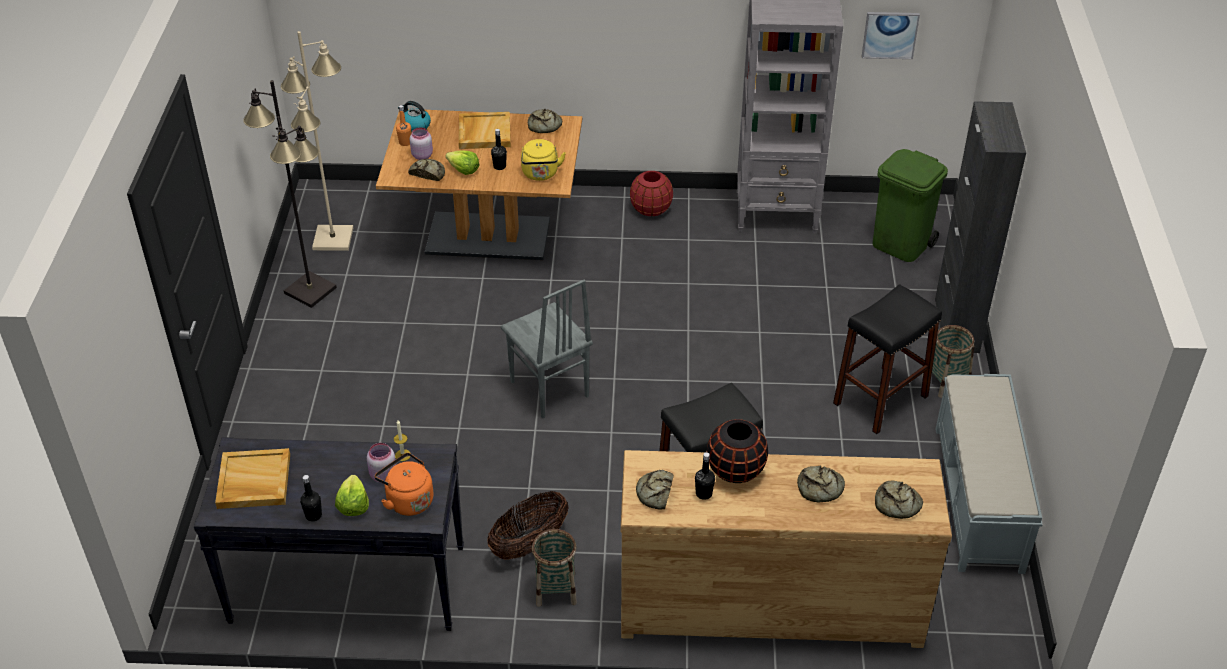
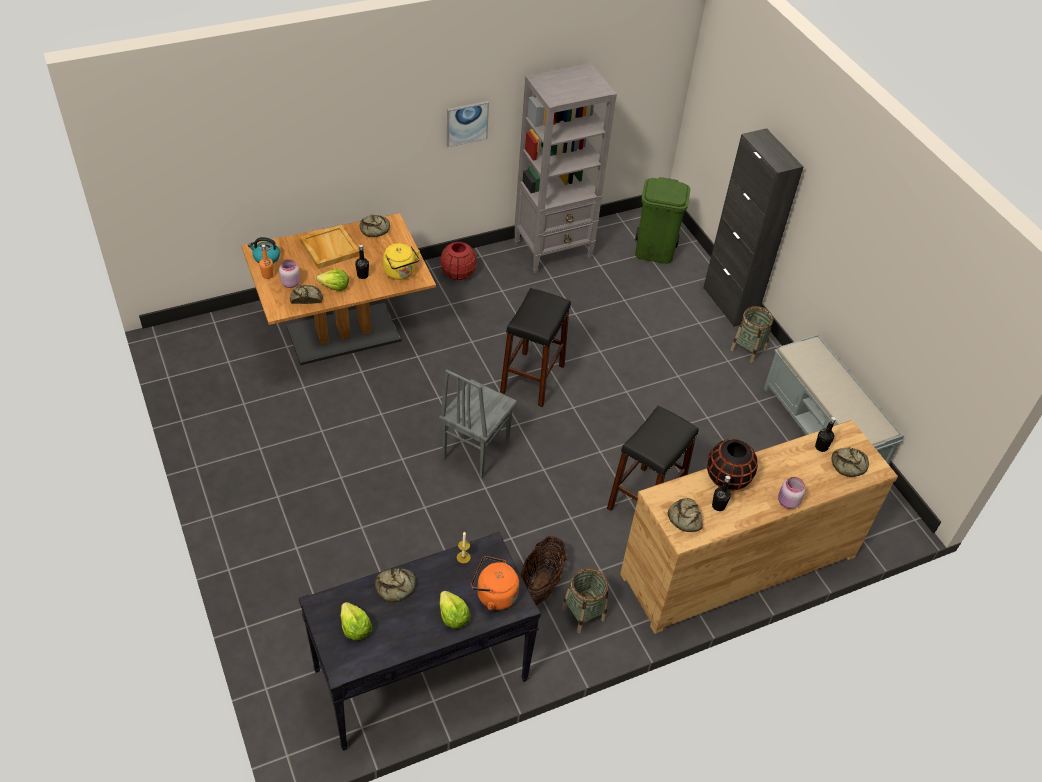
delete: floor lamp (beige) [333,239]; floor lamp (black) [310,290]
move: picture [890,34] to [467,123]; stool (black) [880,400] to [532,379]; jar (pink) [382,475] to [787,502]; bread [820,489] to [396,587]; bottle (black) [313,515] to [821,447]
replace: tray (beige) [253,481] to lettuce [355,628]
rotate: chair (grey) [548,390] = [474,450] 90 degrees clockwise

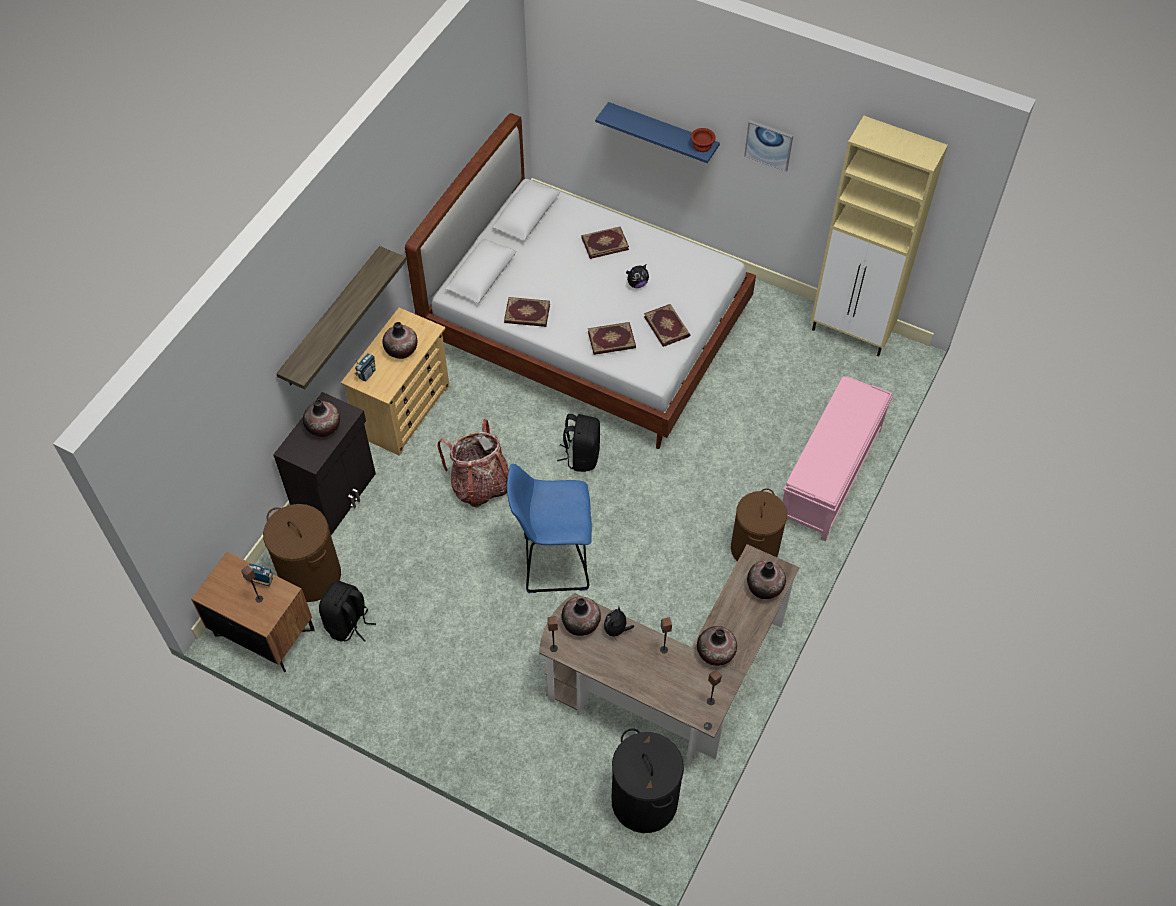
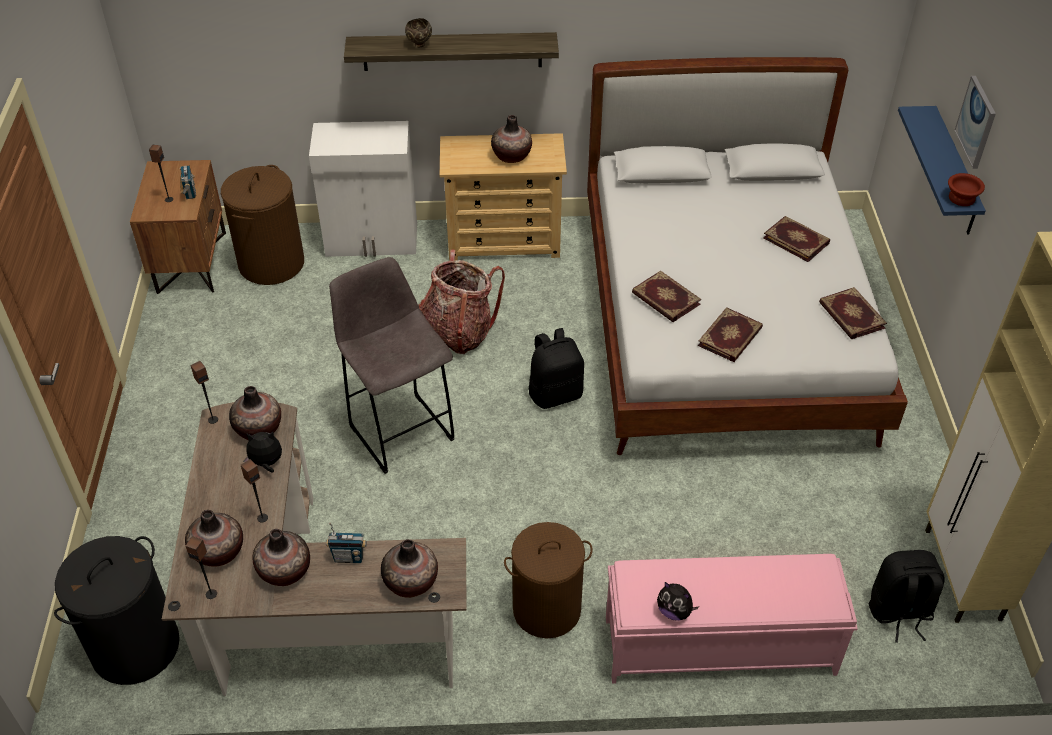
insert: bowl (brown) [419,45]
move: picture [769,145] to [976,122]; plush toy [637,284] to [674,611]; book [527,314] to [850,316]; radio [367,374] to [349,557]; vase [324,427] to [218,552]; backpack (black) [348,624] to [899,612]
recolor: cabinet (black) [337,495] to cabinet (white) [372,240]; stool (blue) [553,563] to stool (grey) [400,430]

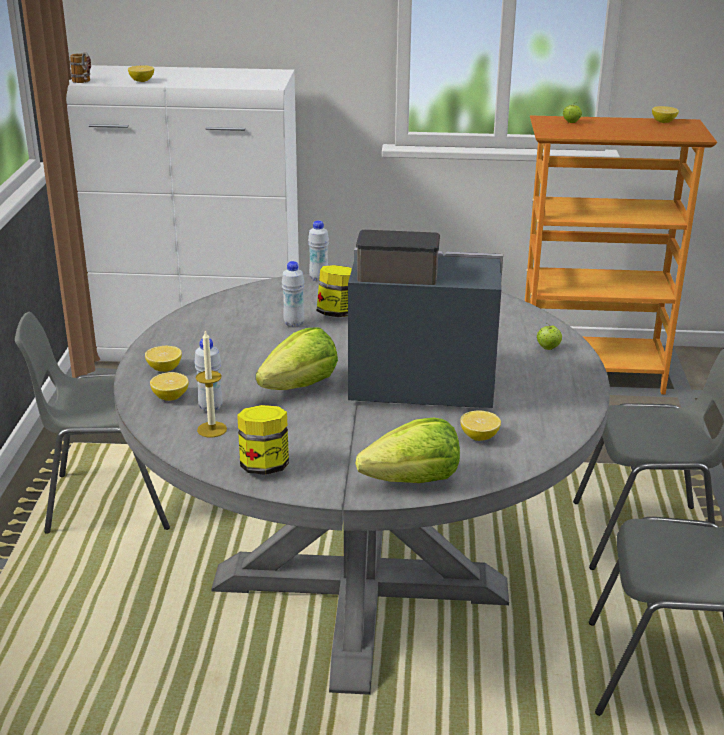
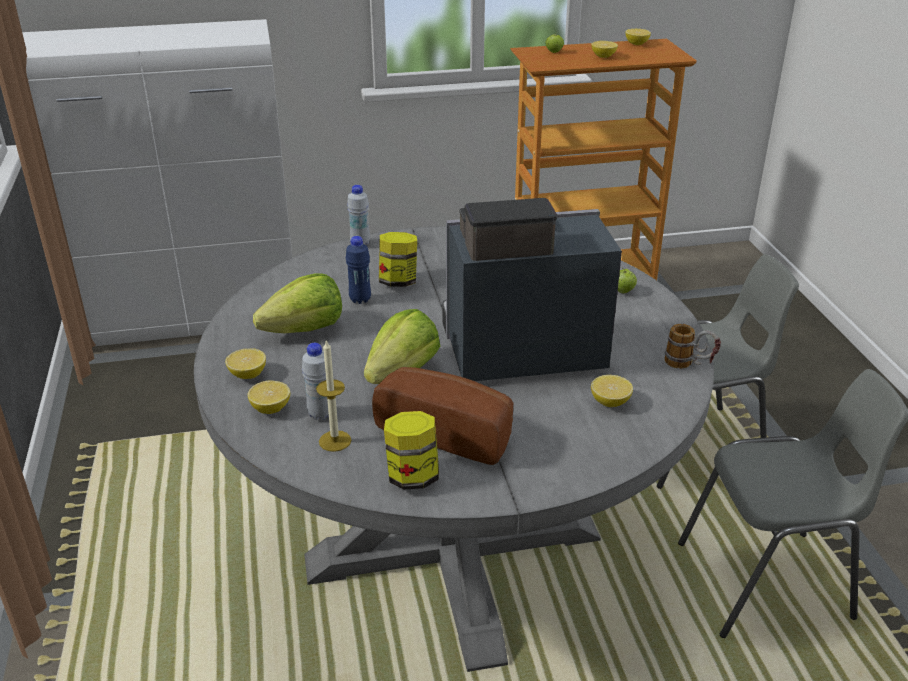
delete: chair (grey) [108,500]
insert: bread [448,431]
move: mug [84,82] to [689,366]; lemon [142,81] to [603,56]; lettuce [413,480] to [305,330]
recolor: bottle (white) [294,323] to bottle (blue) [360,299]

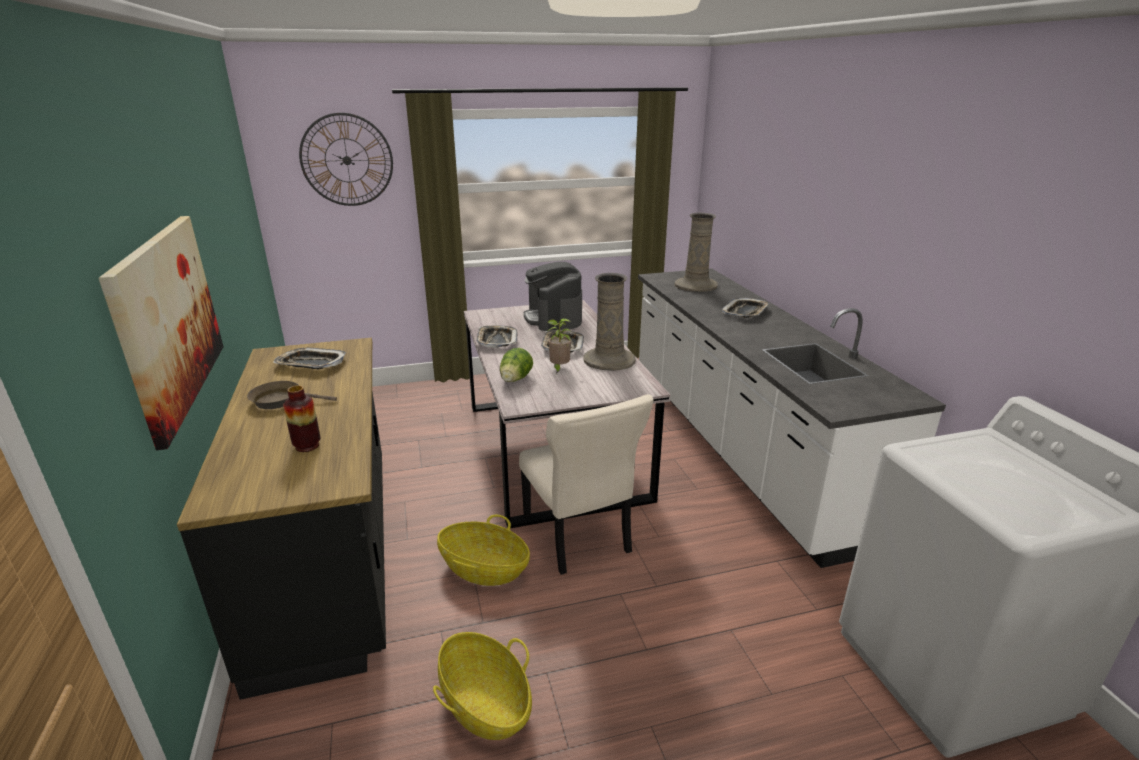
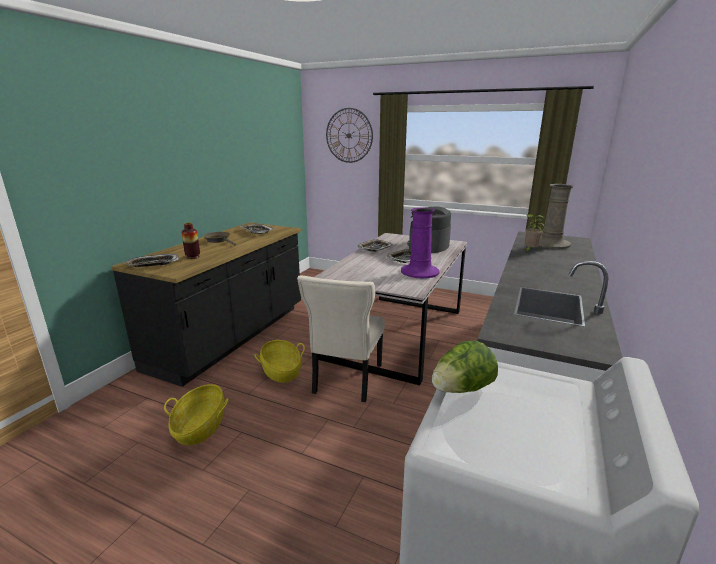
delete: picture [169,320]
move: tray [745,312] to [153,264]; potted plant [559,368] to [530,251]; lettuce [515,380] to [461,389]
recolor: vase (beige) [609,360] to vase (purple) [420,272]

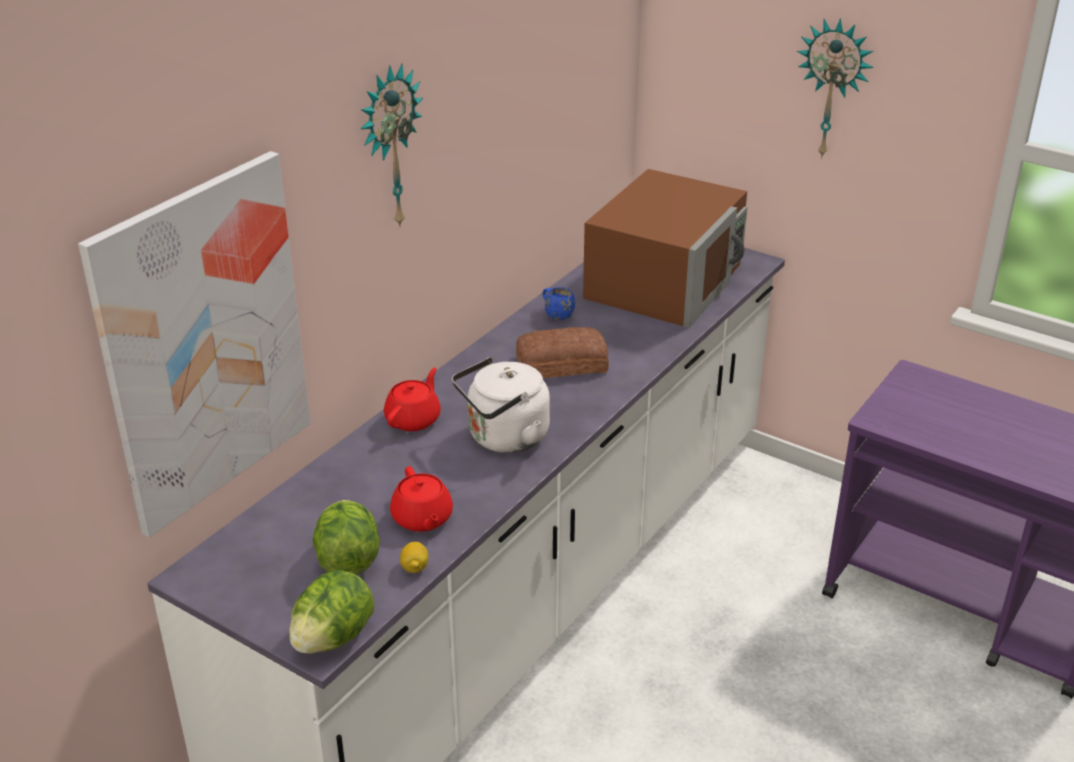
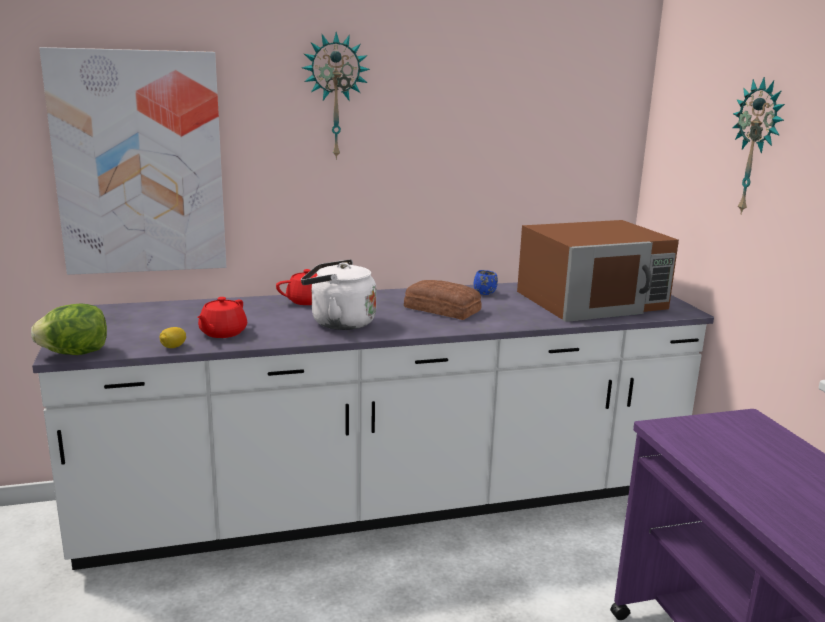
delete: lettuce [348,560]

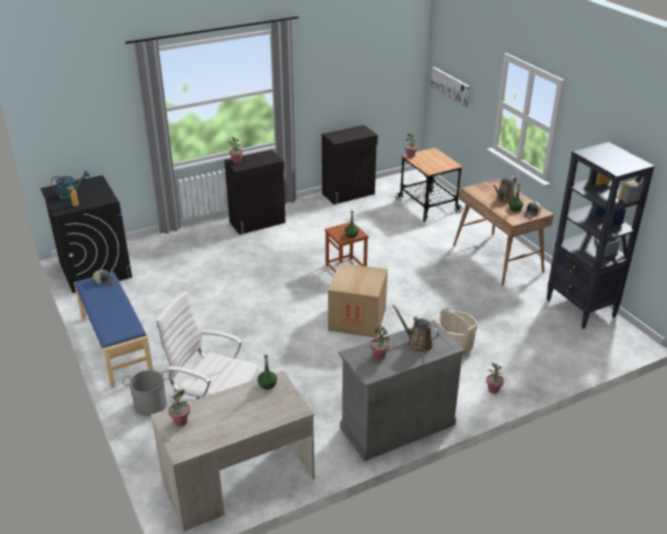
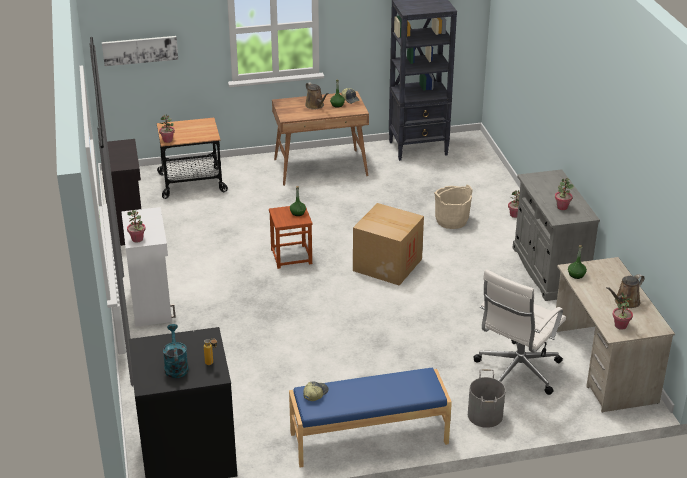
move: watering can (brown) [417,343] to [625,302]
recolor: cabinet (black) [258,223] to cabinet (white) [152,304]

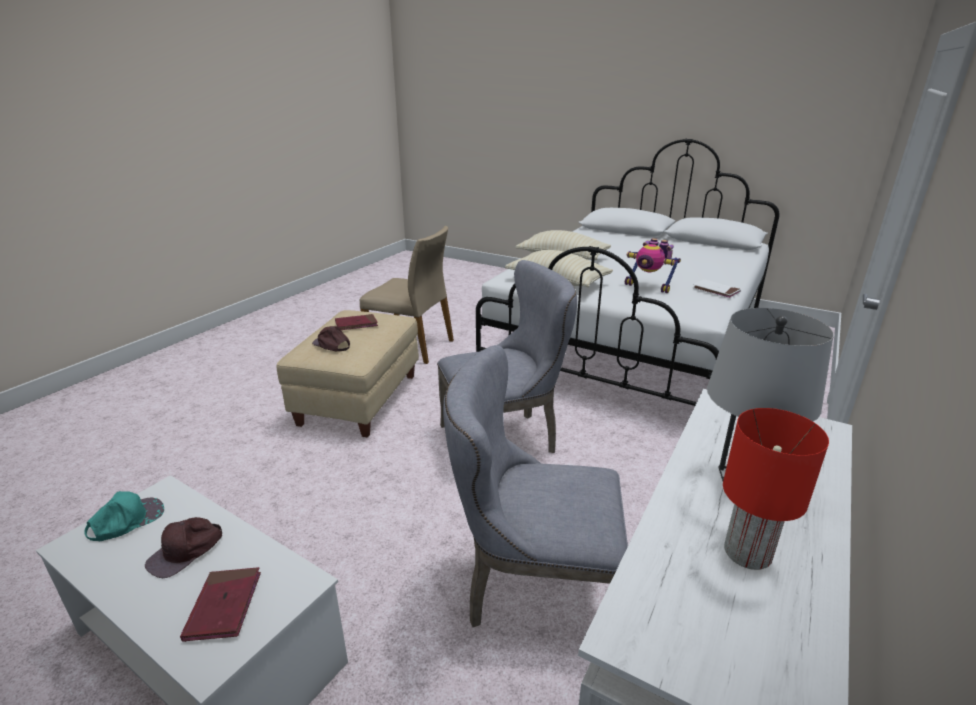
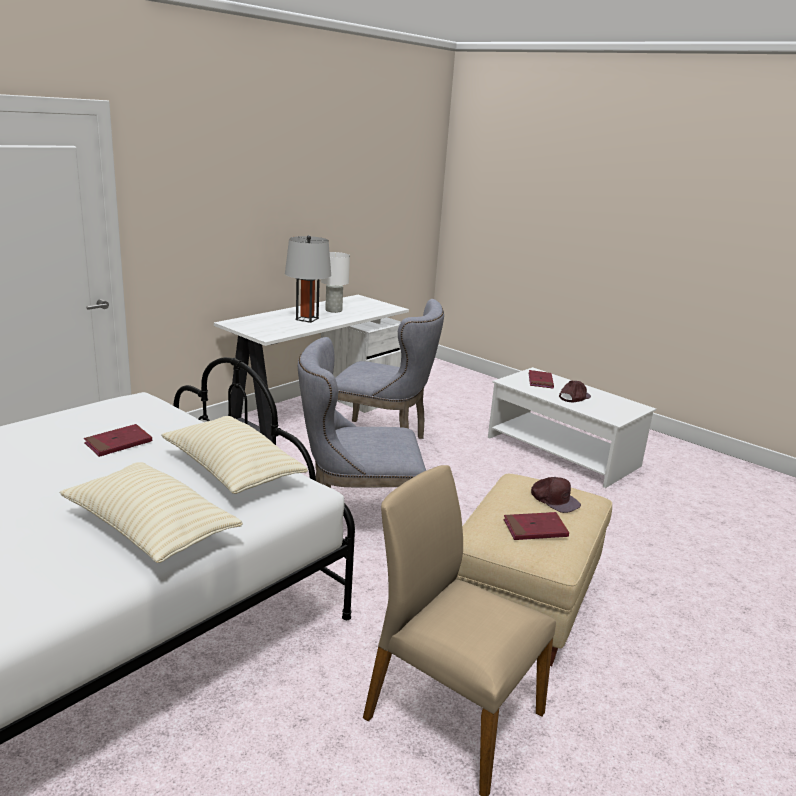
delete: book (white) [715,291]; cap (turquoise) [126,520]
replace: toy robot [649,287] to book (red) [118,443]
recolor: table lamp (red) [749,553] to table lamp (white) [333,310]

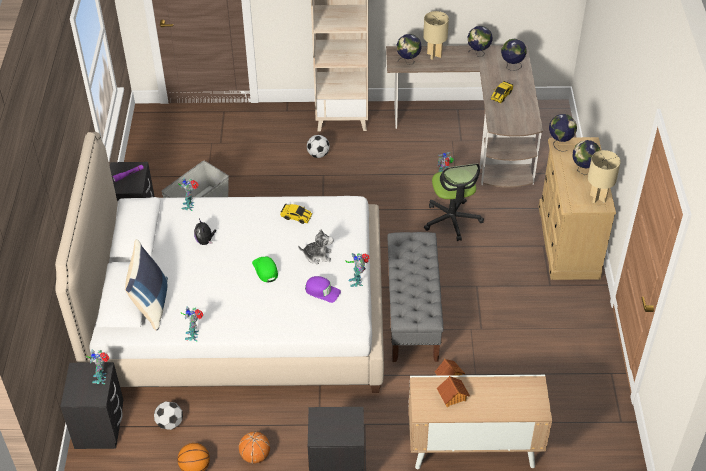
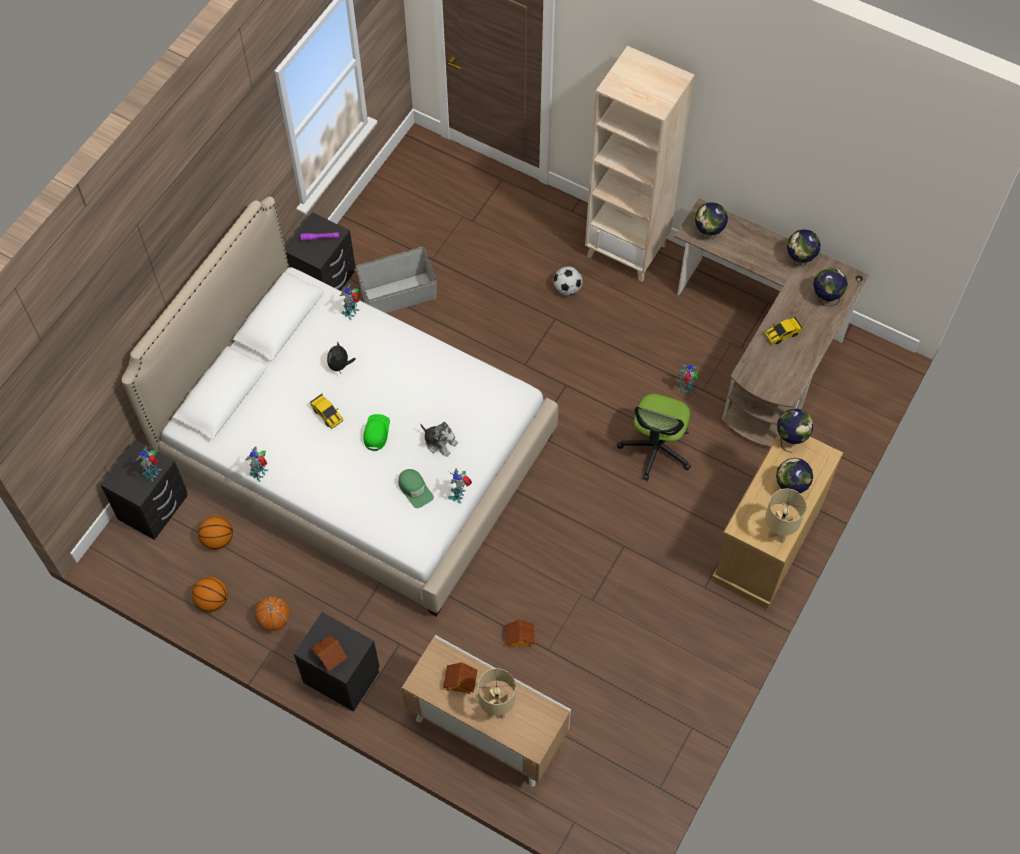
delete: bench (grey) [412,313]; pillow (blue) [151,304]
insert: toy house [330,655]
move: table lamp (beige) [434,55] to [497,709]; toy car [296,217] to [327,414]
replace: football [170,423] to basketball [218,540]
recolor: cap (purple) [322,291] to cap (green) [415,489]

